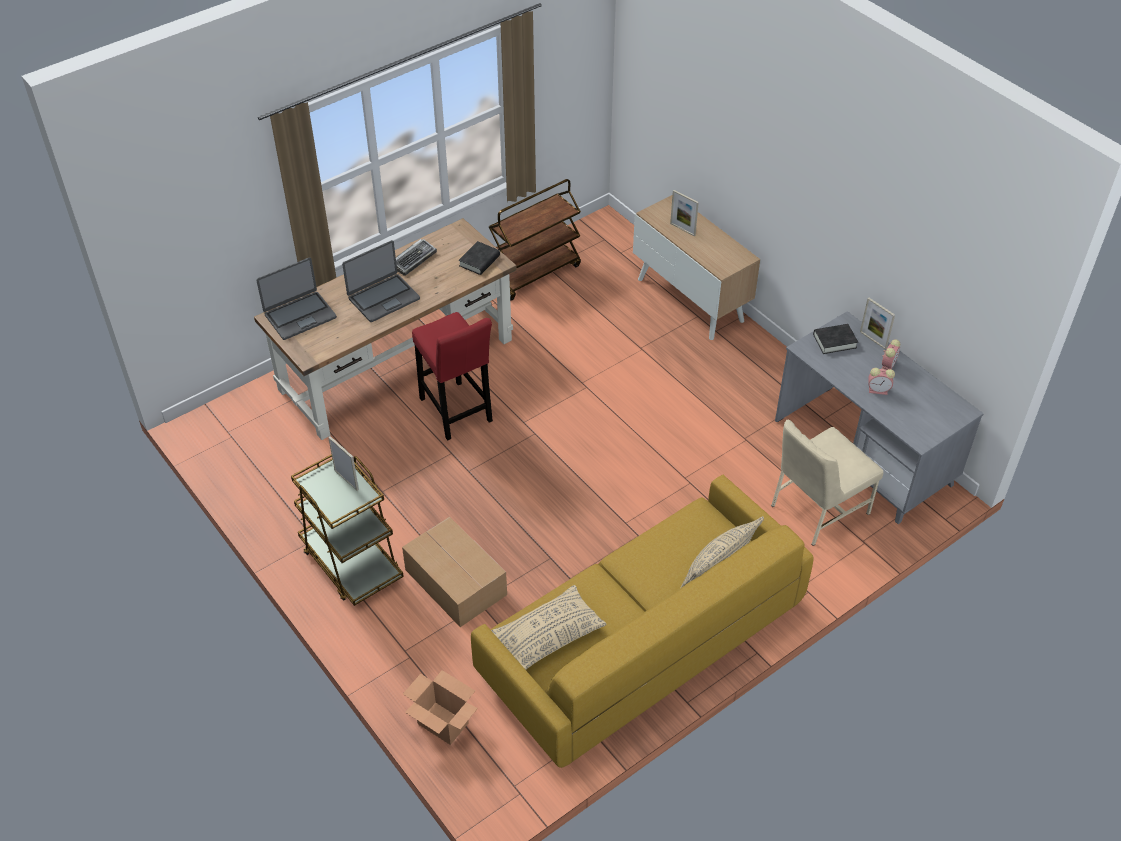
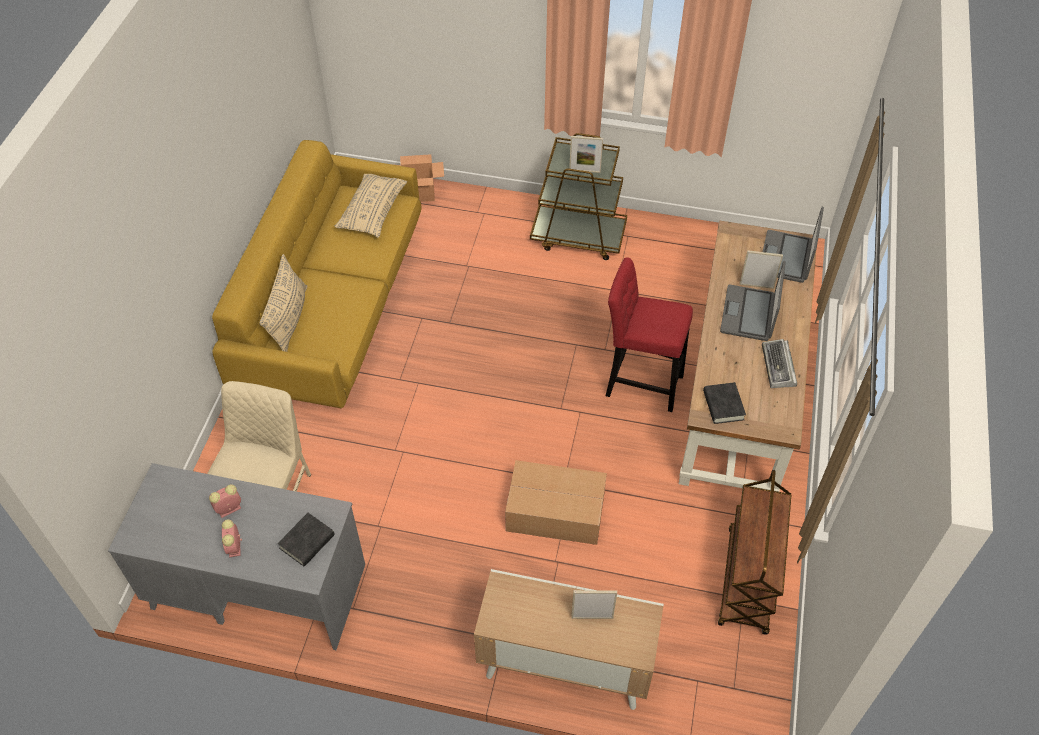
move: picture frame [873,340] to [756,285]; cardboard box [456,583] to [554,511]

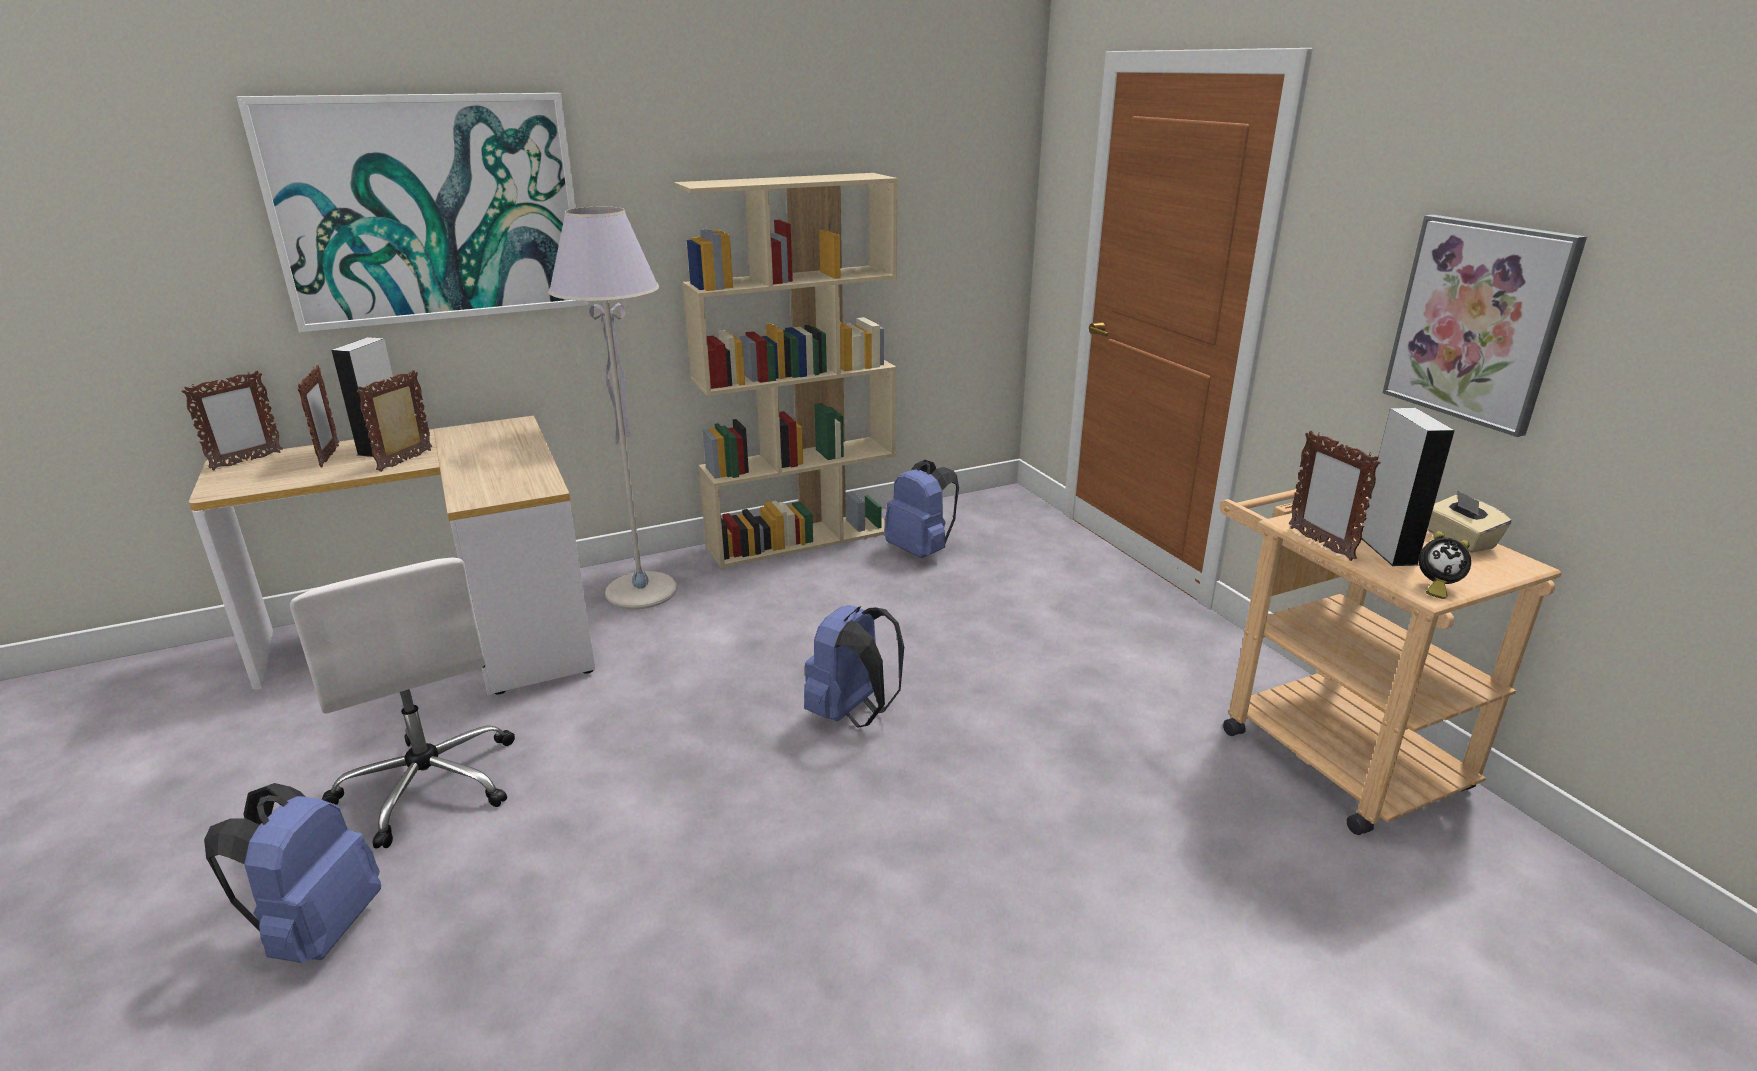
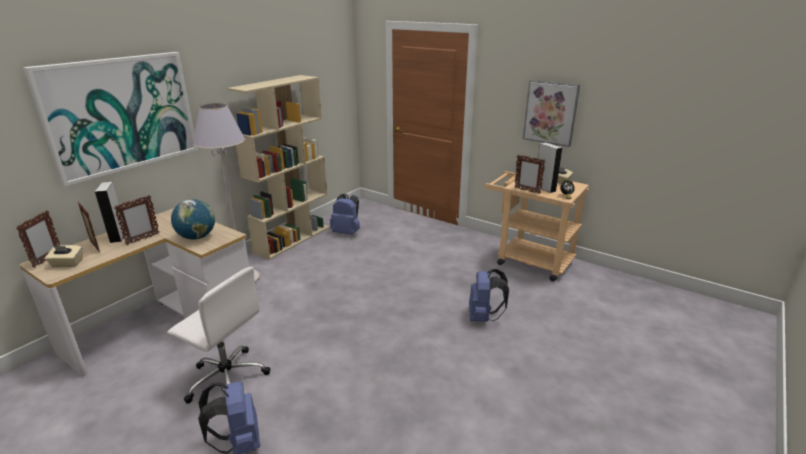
insert: globe [197,237]; tissue box (beige) [67,264]
move: backpack (blue) [852,714] to [483,317]
rotate: picture frame [406,461] = [142,239] 135 degrees counterclockwise

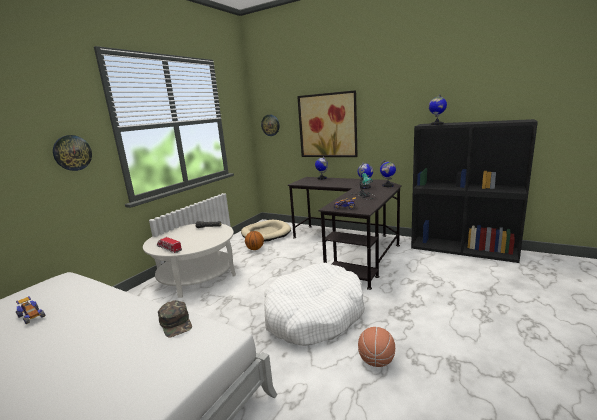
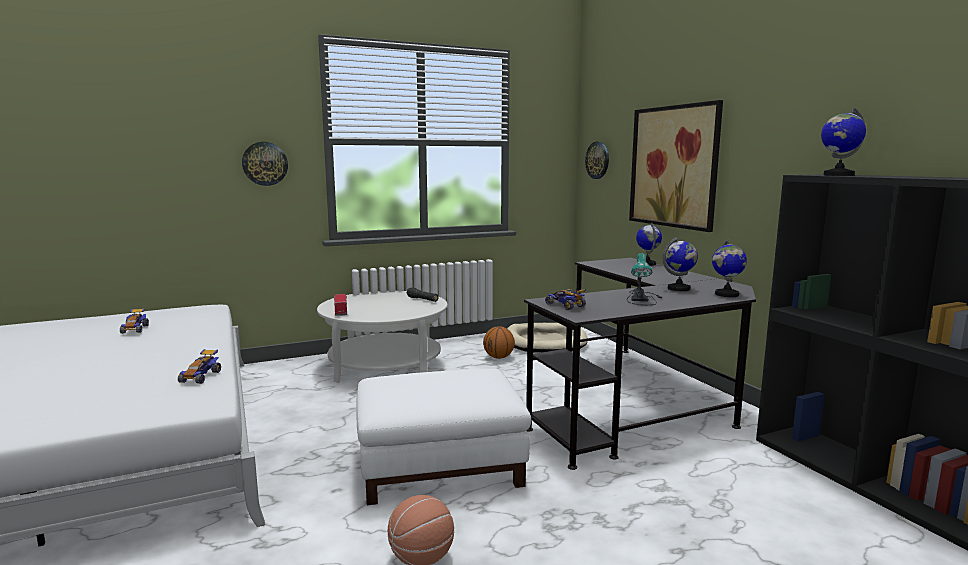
replace: dog bed (white) [314,314] to ottoman (white) [440,464]; cap (green) [176,323] to toy car [201,376]

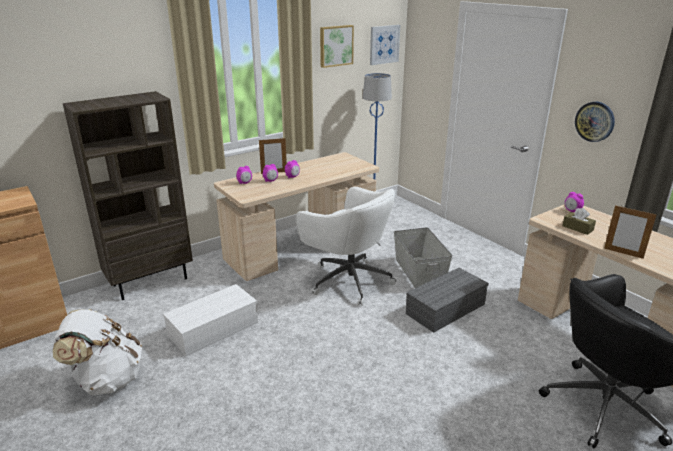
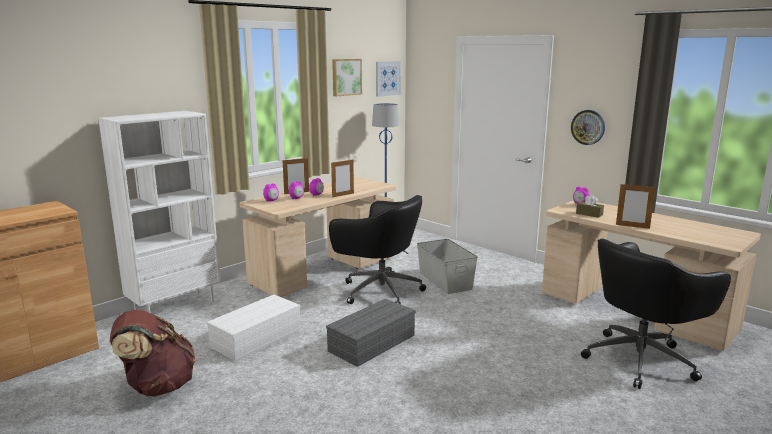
insert: picture frame [343,195]
move: storage box (grey) [445,308] to [372,342]
recolor: bookcase (brown) [151,281] to bookcase (white) [175,306]; office chair (white) [348,280] to office chair (black) [379,291]; backpack (white) [107,379] to backpack (brown) [157,386]

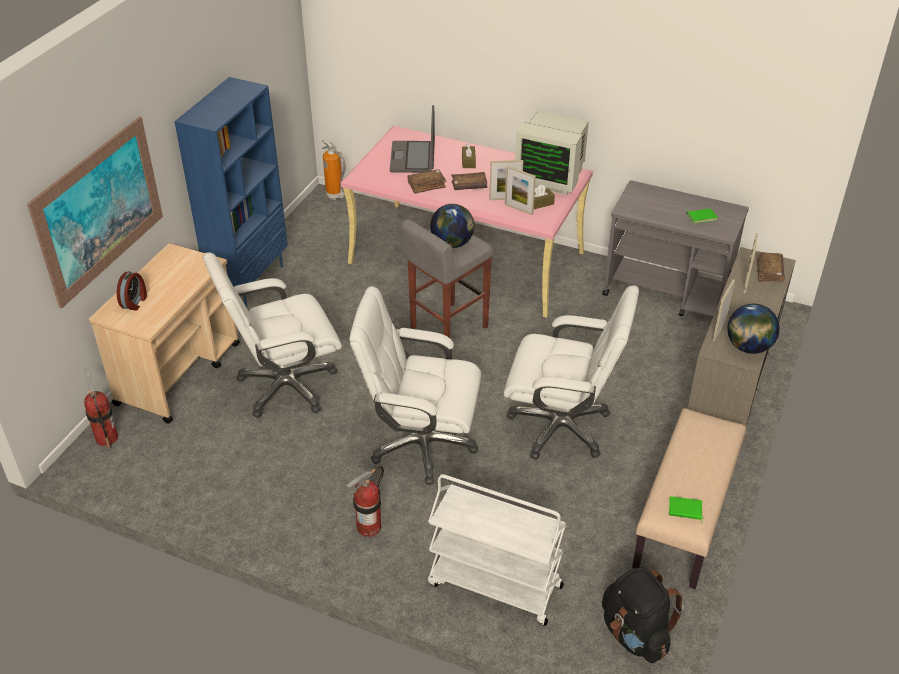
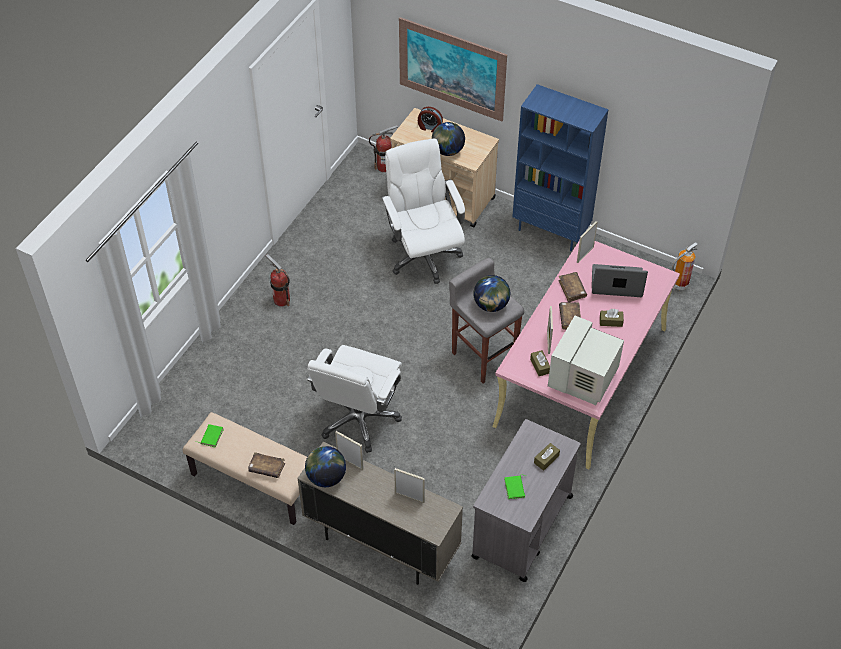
delete: office chair (white) [421,444]; cart (white) [494,585]; backpack (black) [635,634]
insert: globe [447,151]; tissue box (brown) [546,459]
move: picture frame [518,209] to [585,255]; book (brown) [769,271] to [266,468]

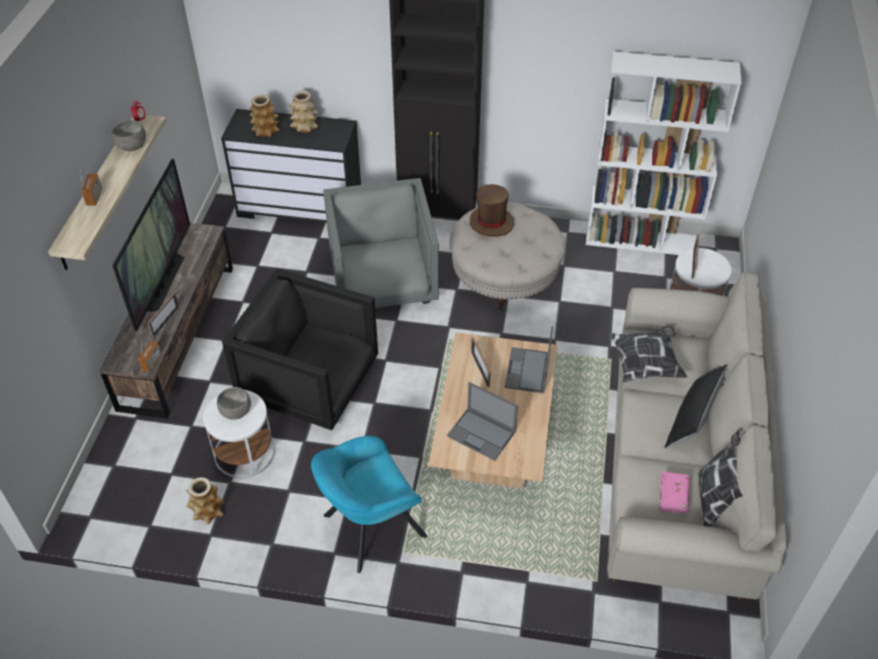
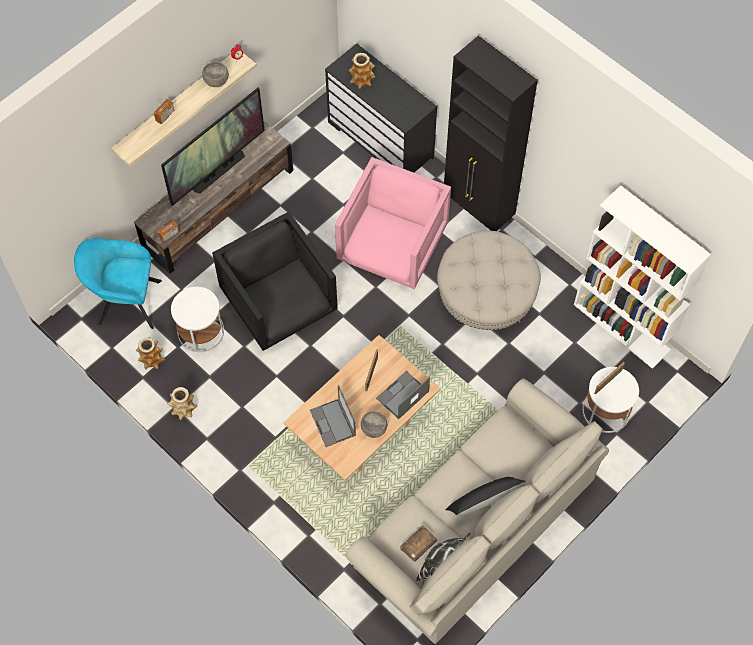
delete: hat (brown) [491,222]; picture frame [166,322]; pillow [646,364]
move: vase [305,127] to [183,409]; bowl (grey) [236,412] to [374,429]; armchair (turquoise) [369,528] to [125,301]
recolor: armchair (grey) [383,281] to armchair (pink) [392,246]; book (pink) [673,496] to book (brown) [418,545]

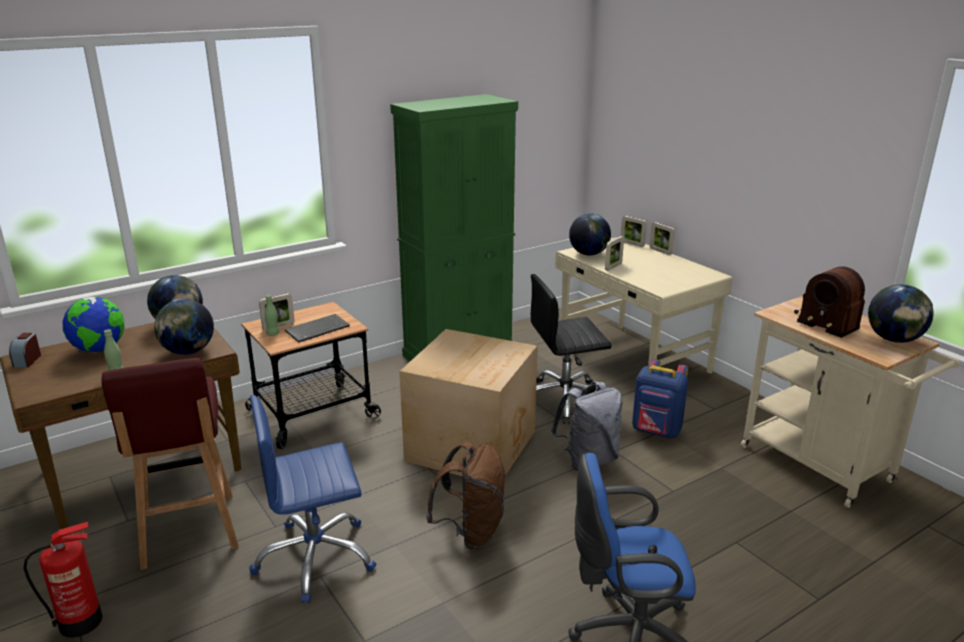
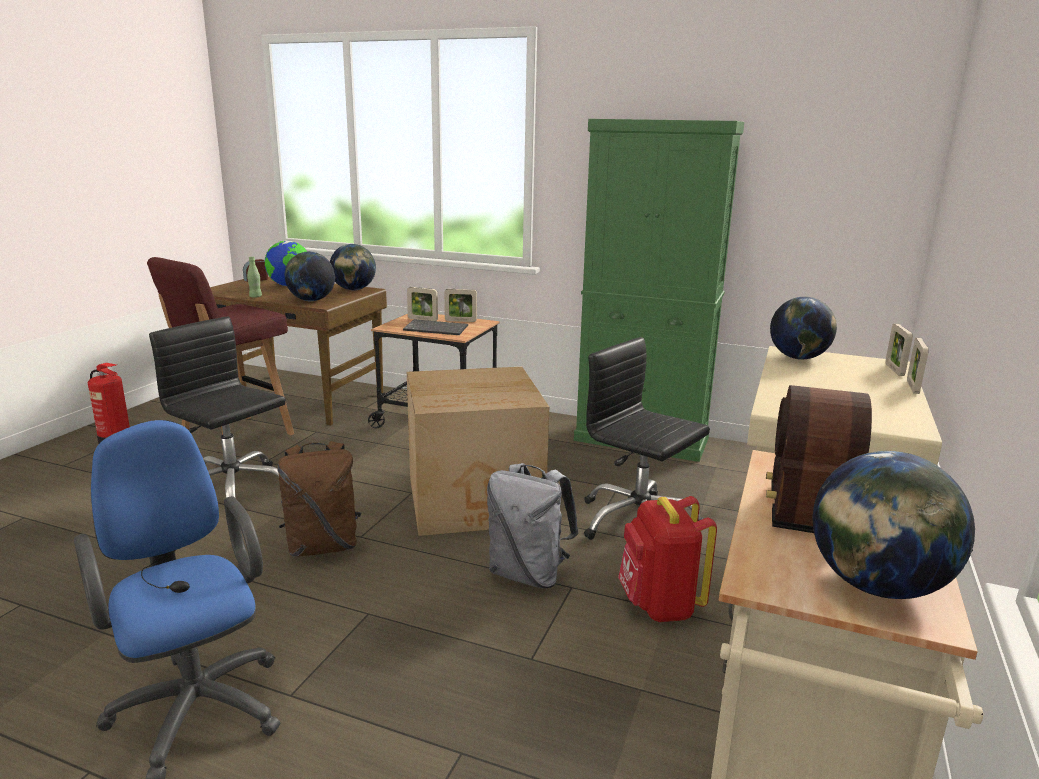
delete: bottle (green) [273,334]
move: picture frame [613,267] to [460,321]
recolor: backpack (blue) [656,432] to backpack (red) [659,606]; office chair (blue) [315,558] to office chair (black) [232,490]

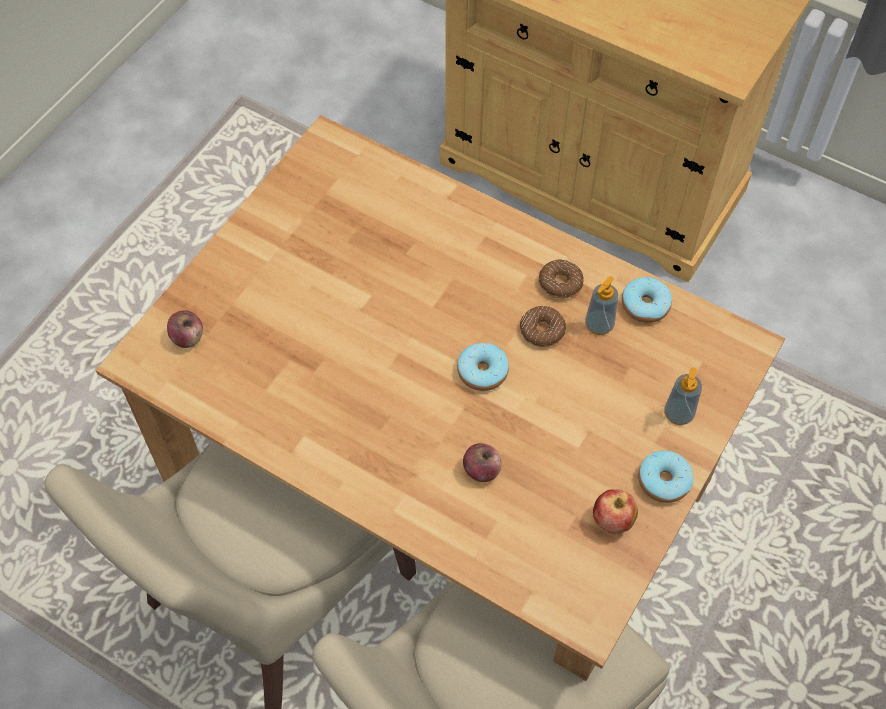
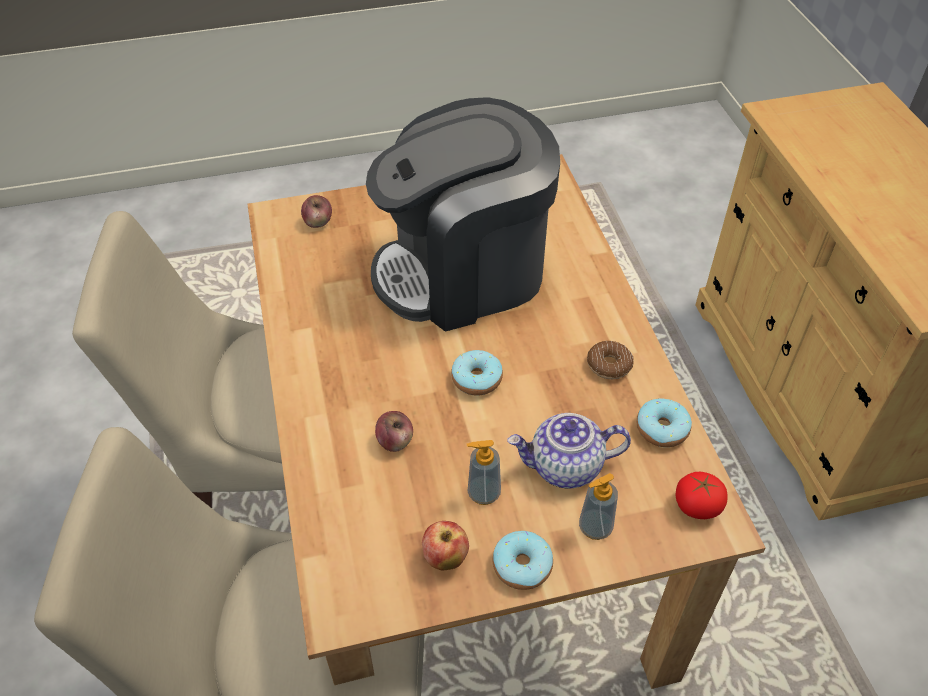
delete: donut [542,330]
insert: coffee machine [464,272]; teapot [565,467]; tomato [697,506]
move: soap dispenser [599,325] to [483,493]

